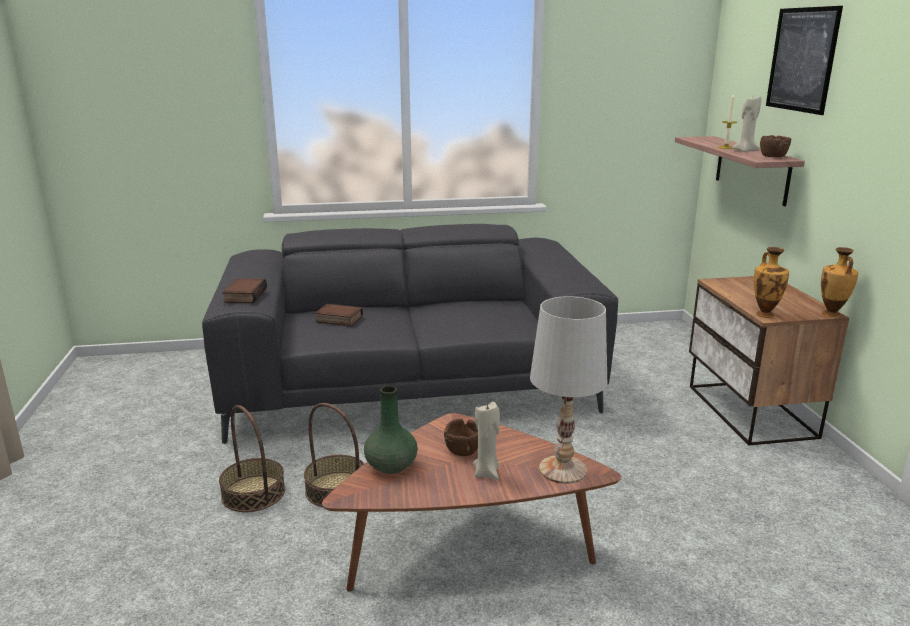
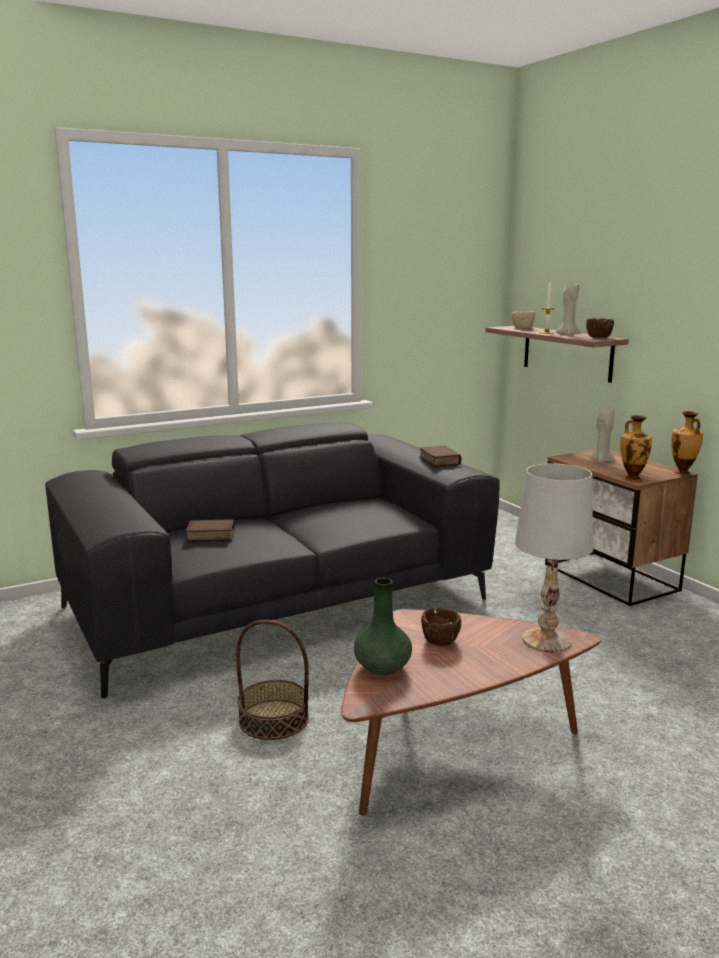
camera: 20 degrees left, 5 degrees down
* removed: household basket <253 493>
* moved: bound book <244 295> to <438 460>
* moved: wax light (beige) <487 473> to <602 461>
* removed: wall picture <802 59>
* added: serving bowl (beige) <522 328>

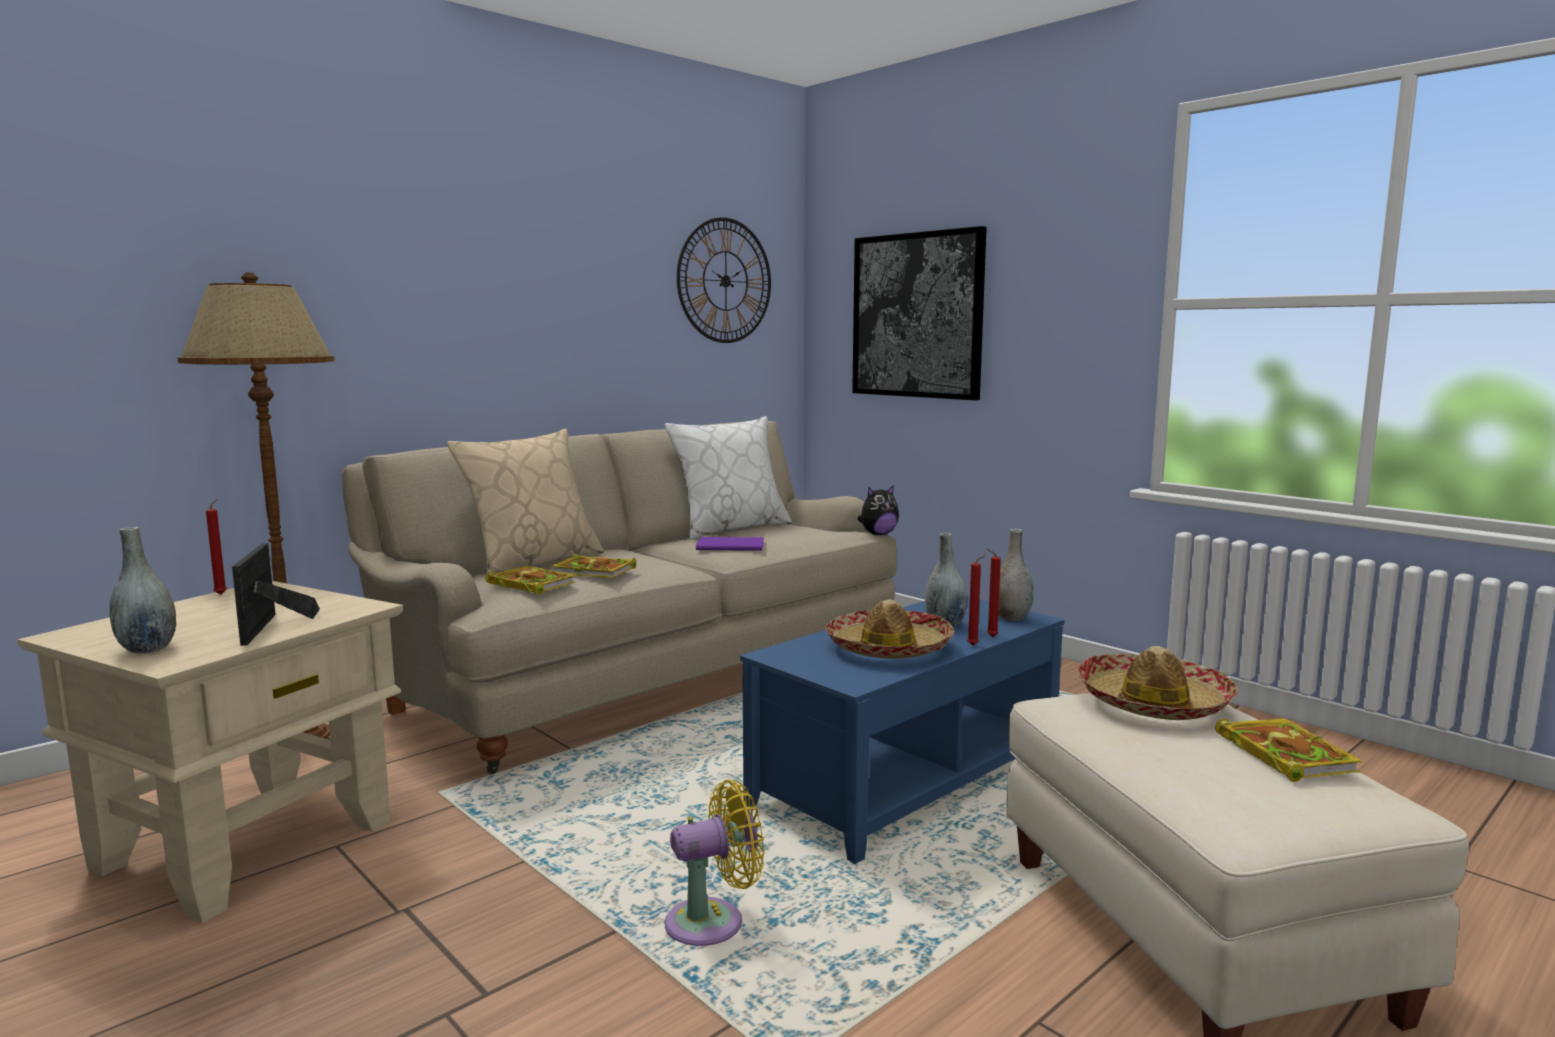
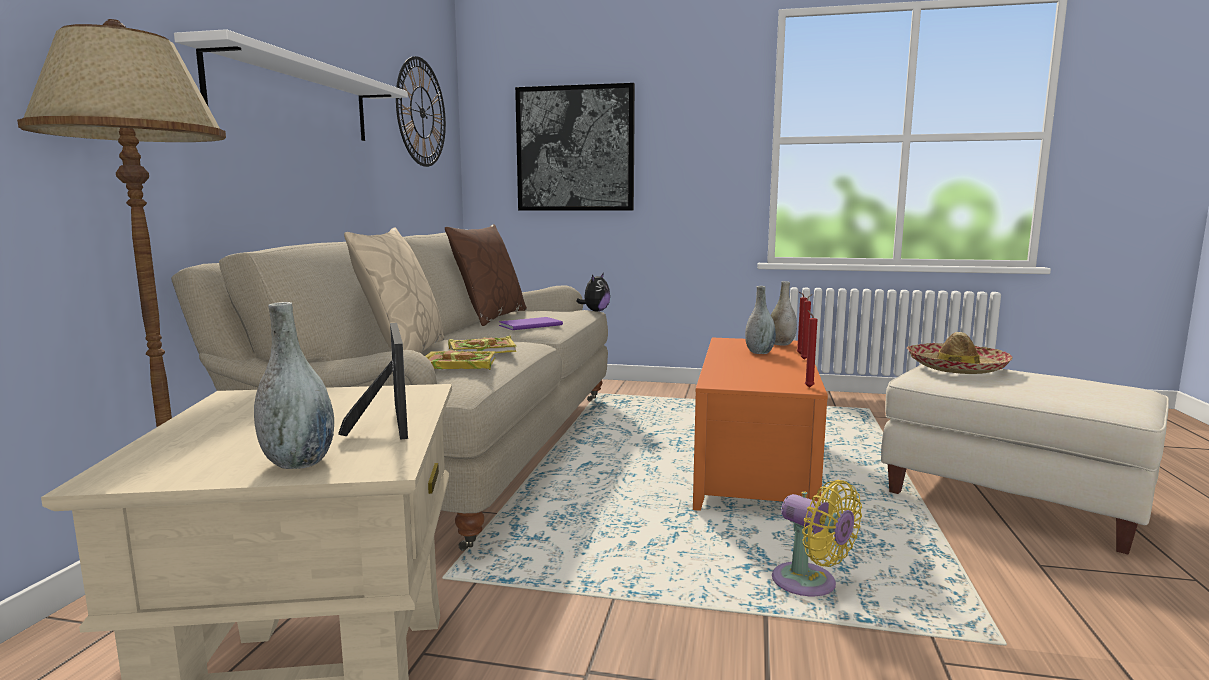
camera: 35 degrees left, 0 degrees up
* moved: wax light (red-coloured) <222 594> to <808 387>
* turned: picture frame <270 629> = <387 421> 150 degrees counterclockwise
* recoloured: cushion (white) <730 528> to cushion (brown-coloured) <490 317>
* turned: electric fan (yellowish) <713 922> = <810 585> 105 degrees clockwise
* recoloured: lounge table (bluish) <907 780> to lounge table (orangey) <754 468>
* removed: hat <889 648>
* removed: bound book <1282 753>
* added: shelf (white) <294 99>

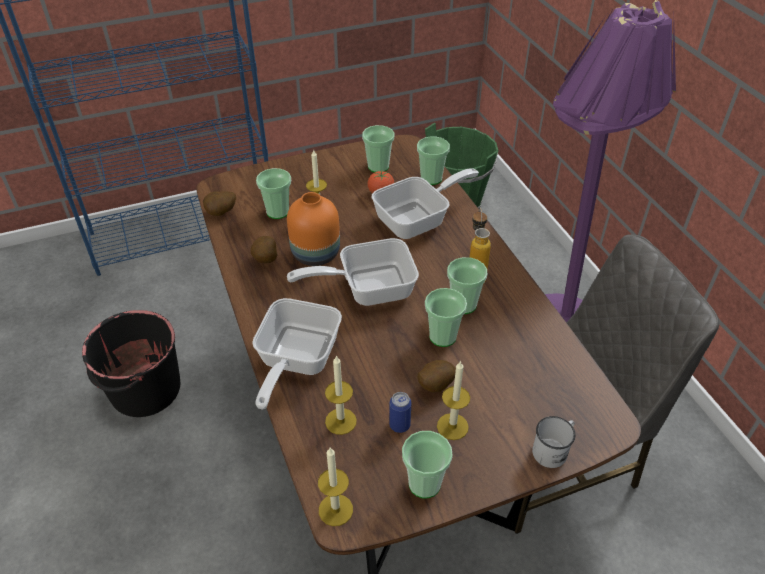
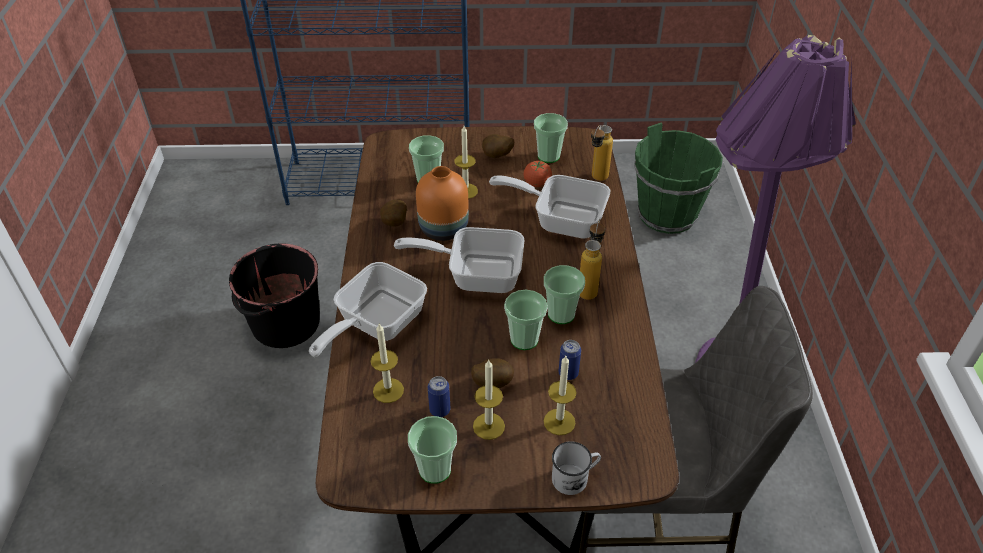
camera: 20 degrees right, 0 degrees up
* moved: potato <221 213> to <497 157>
* moved: wax light <335 510> to <559 422>
* turned: frying pan <418 220> = <561 219> 150 degrees counterclockwise
* replaced: cup <431 178> to bottle <596 180>
* added: sealed can <568 373>

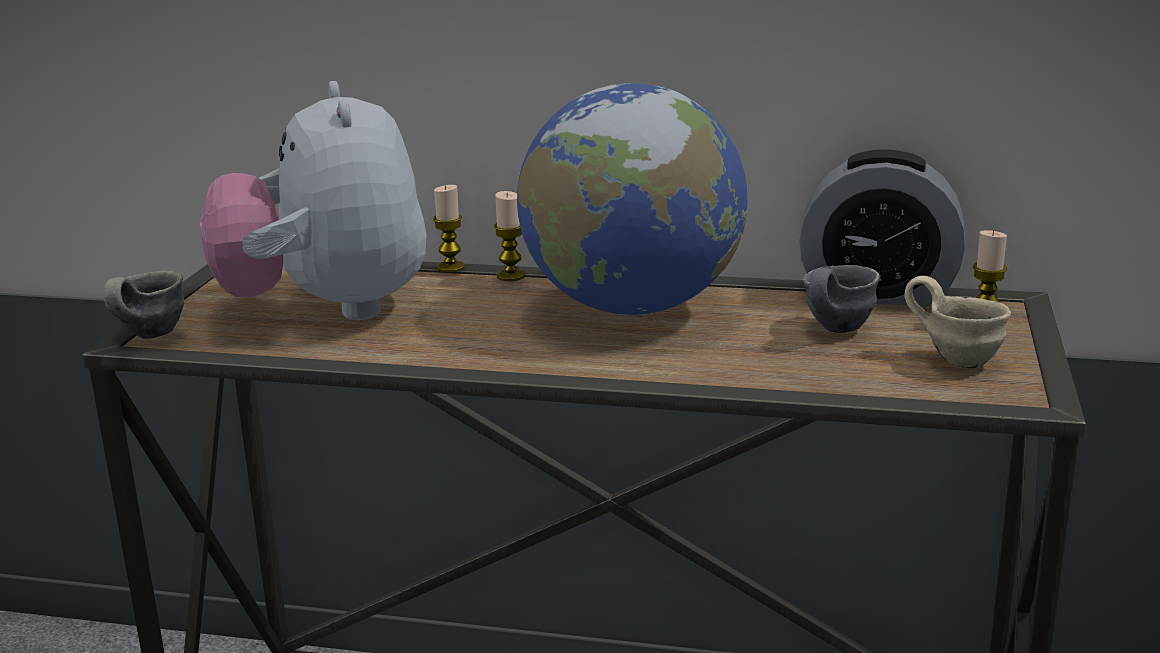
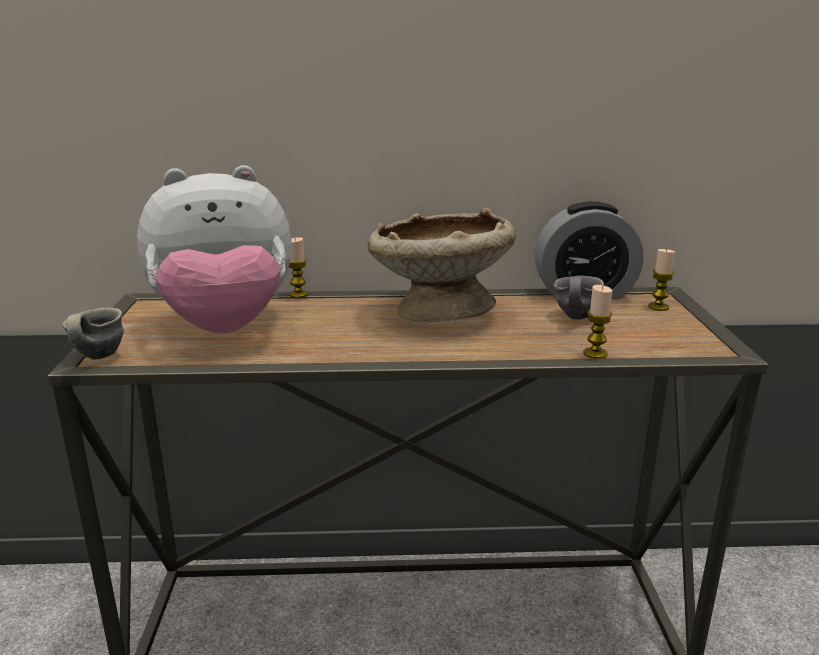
camera: 15 degrees left, 0 degrees up
* turned: cuddly toy <327 309> = <225 328> 75 degrees counterclockwise
* moved: wax light <511 276> to <595 353>
* replaced: desk globe <633 307> to serving bowl (beige) <438 312>
* removed: tea mug (beige) <957 359>

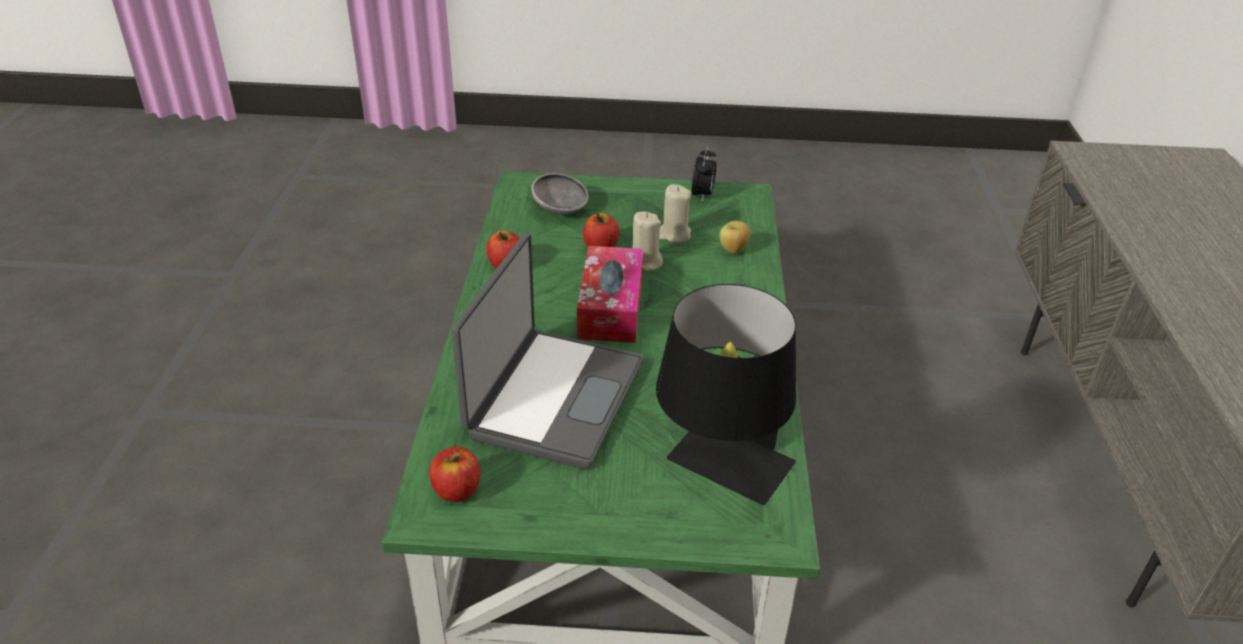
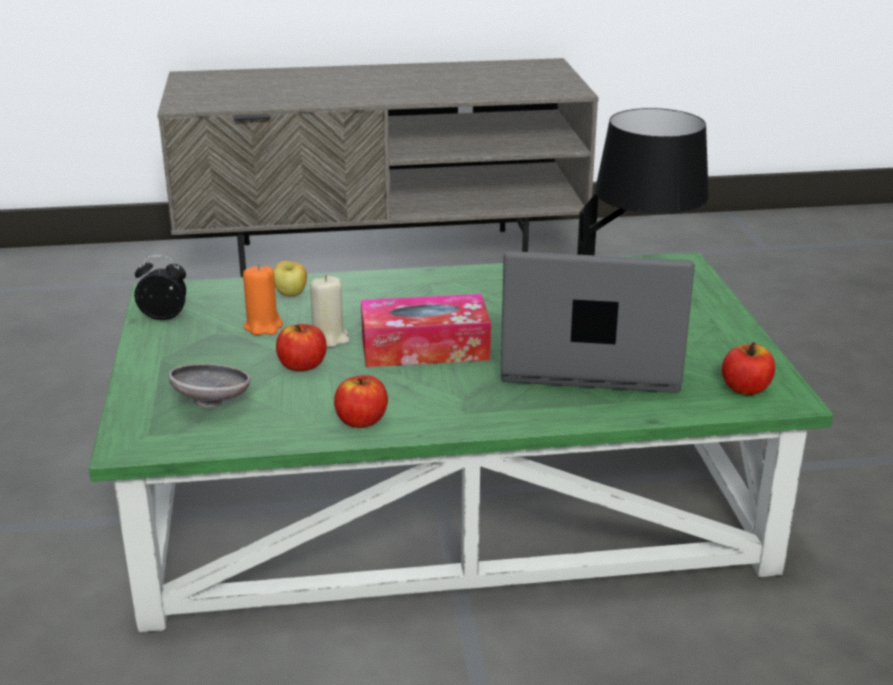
camera: 100 degrees left, 10 degrees down
* recoloured: wax light (beige) <674 235> to wax light (orangey) <263 326>

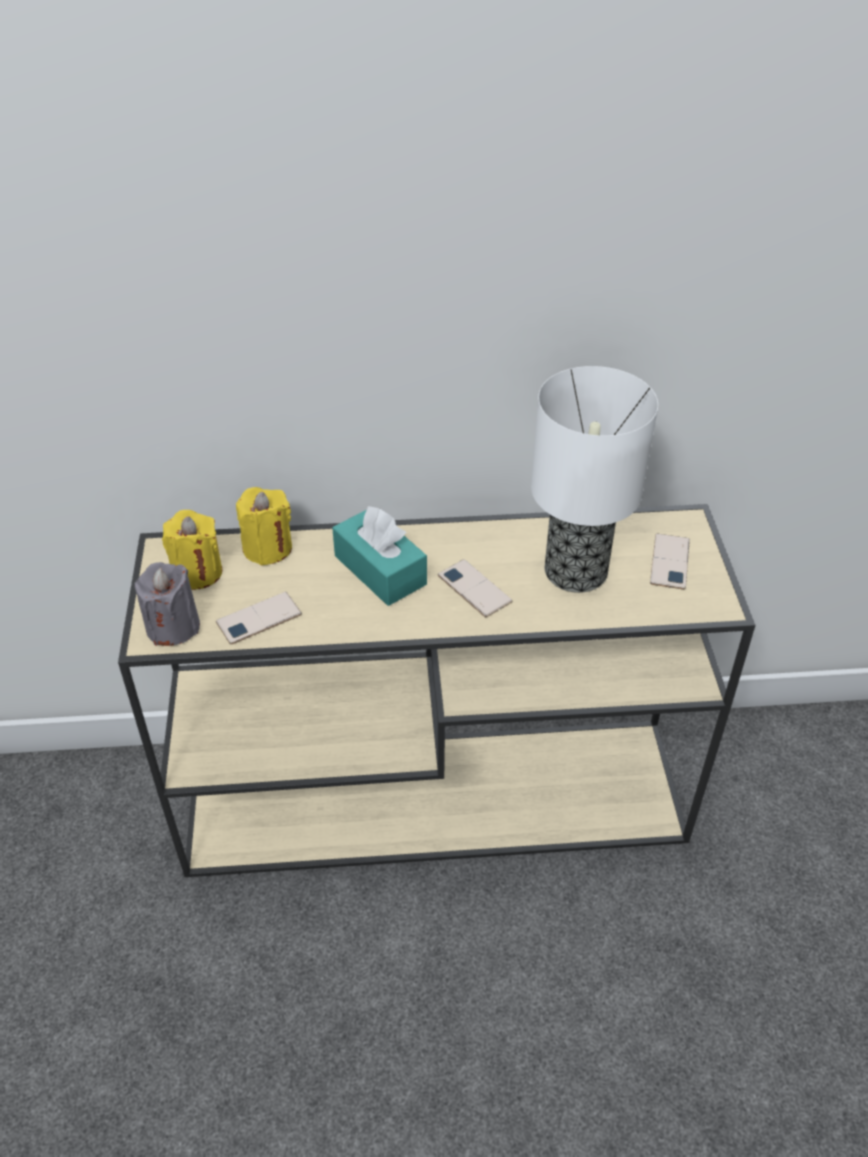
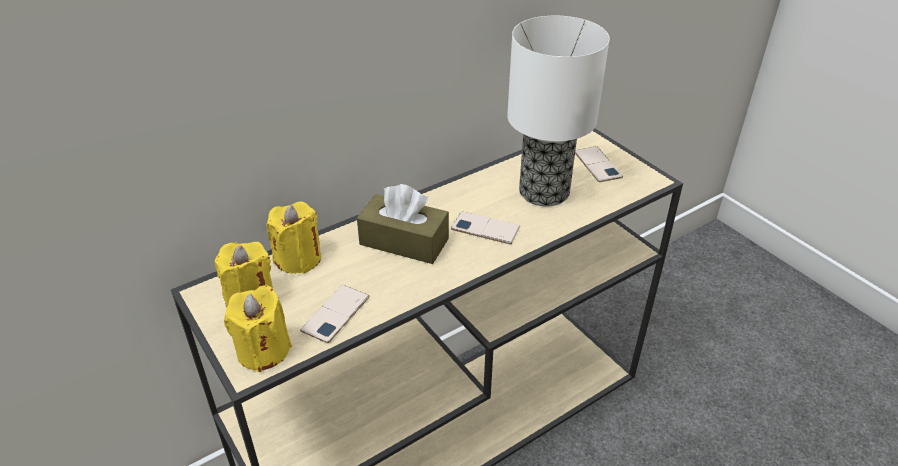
camera: 30 degrees left, 5 degrees down
* recoloured: wax light (grey) <173 627> to wax light (yellowish) <263 350>
* recoloured: tissue holder (turquoise) <380 570> to tissue holder (brown-coloured) <404 241>

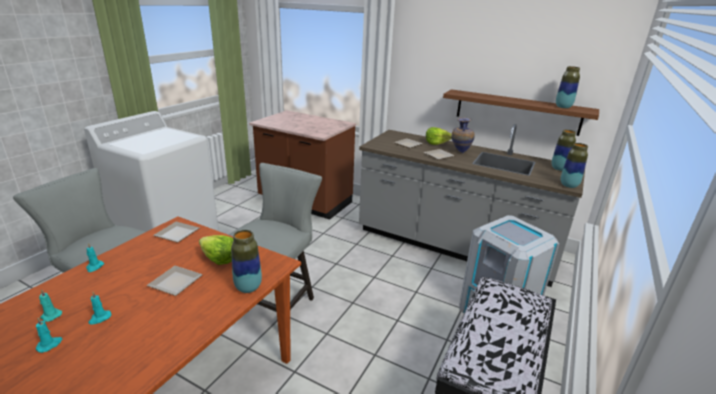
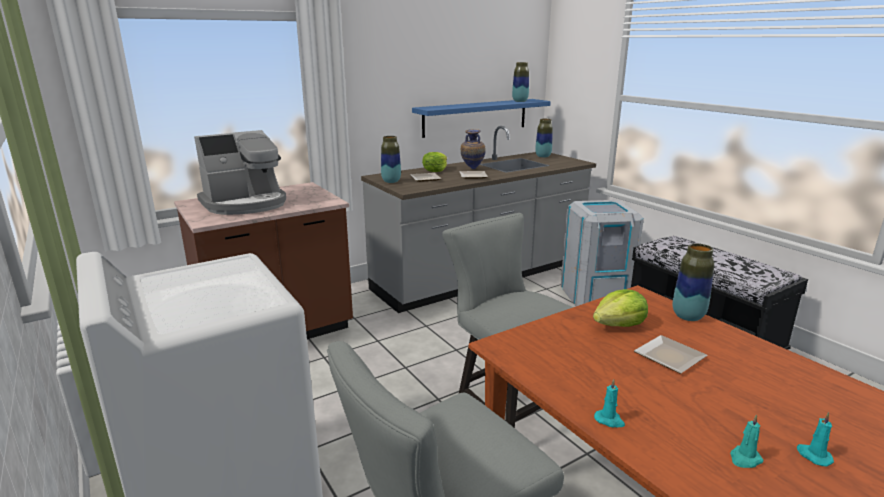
camera: 60 degrees left, 5 degrees down
* removed: wax light (turquoise) <99 318>
* removed: flat dish <177 234>
* recoloured: shelf (brown-coloured) <517 112> to shelf (bluish) <475 117>
* moved: vase <569 185> to <391 181>
* added: coffee brewer <245 204>

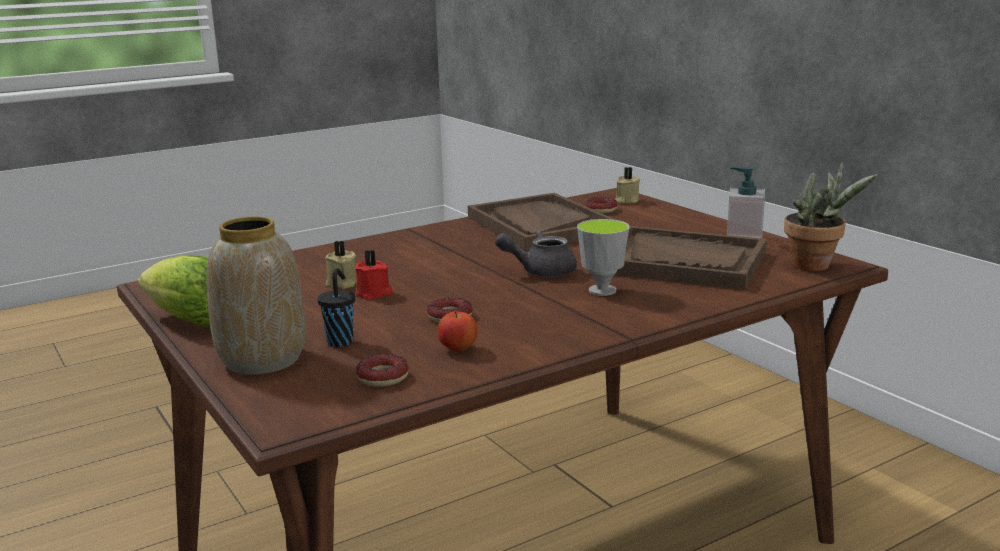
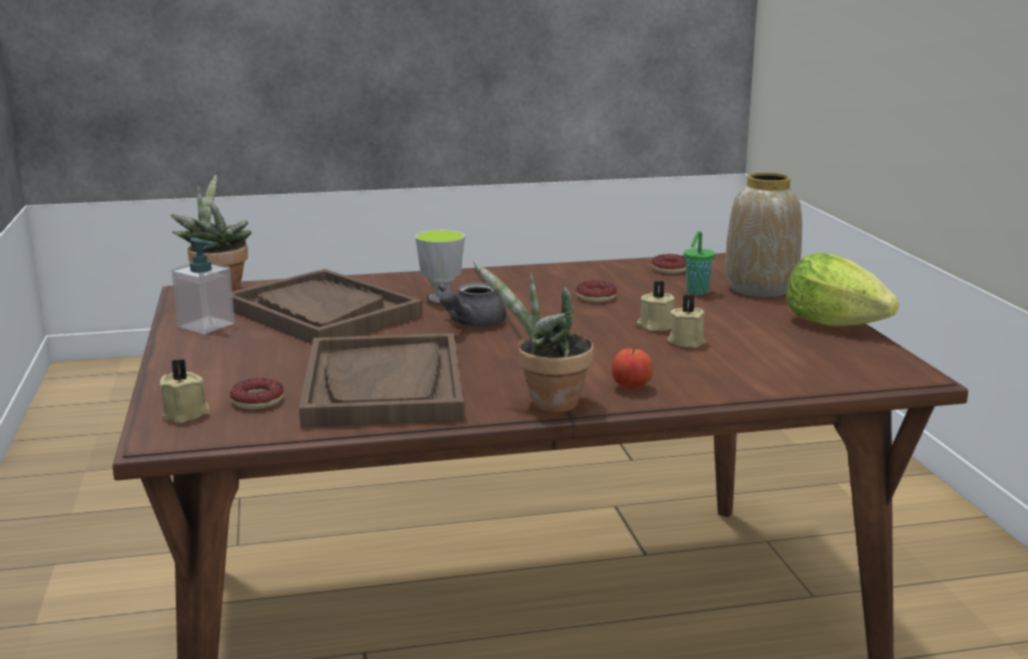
camera: 160 degrees left, 0 degrees up
* recoloured: cup (black) <341 341> to cup (greenish) <696 292>
* recoloured: wax light (red-coloured) <374 293> to wax light (beige) <655 326>
* moved: apple fruit <458 349> to <631 388>
* turned: teapot (grey) <540 271> = <470 324> 105 degrees clockwise
* added: plant in a pot <547 404>

